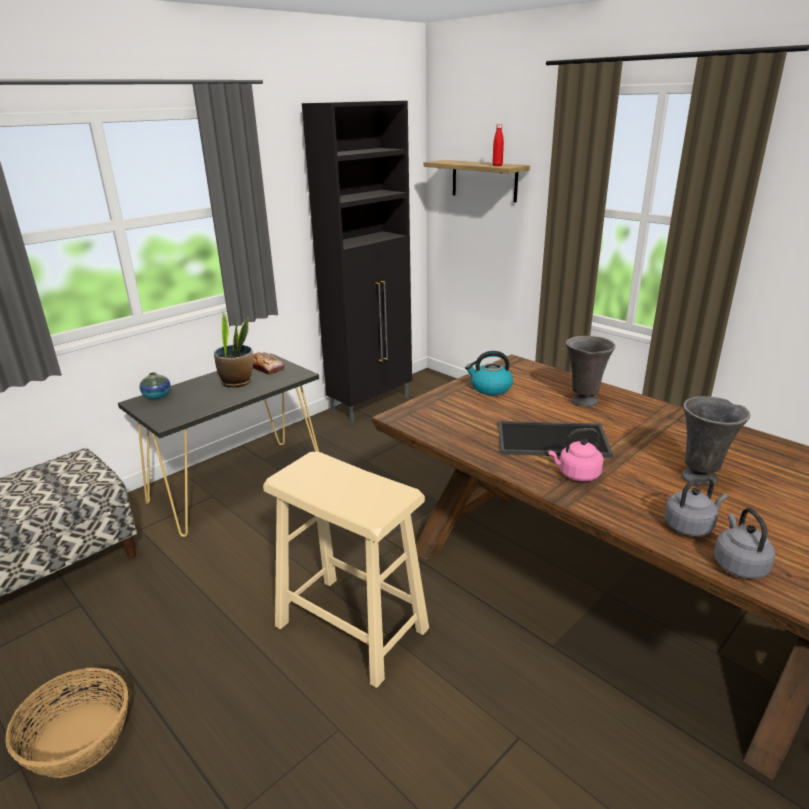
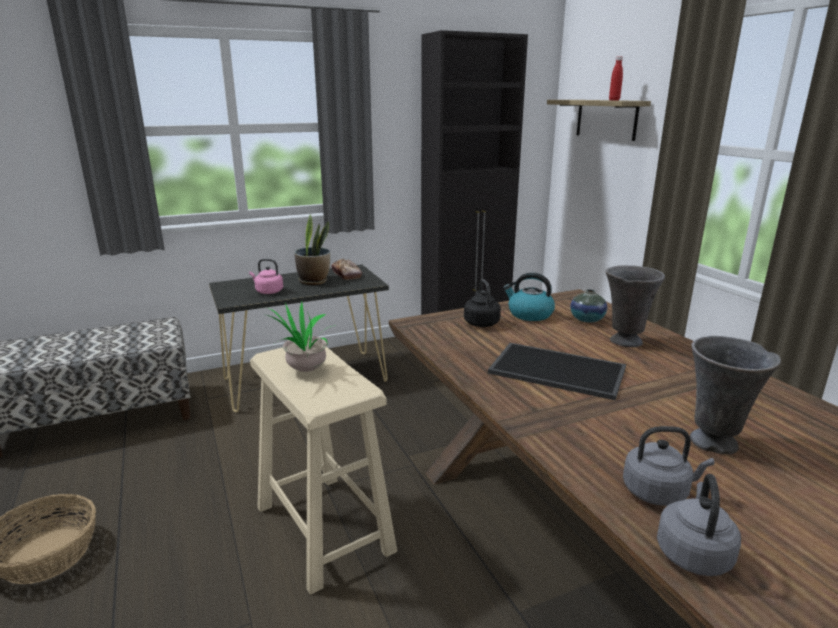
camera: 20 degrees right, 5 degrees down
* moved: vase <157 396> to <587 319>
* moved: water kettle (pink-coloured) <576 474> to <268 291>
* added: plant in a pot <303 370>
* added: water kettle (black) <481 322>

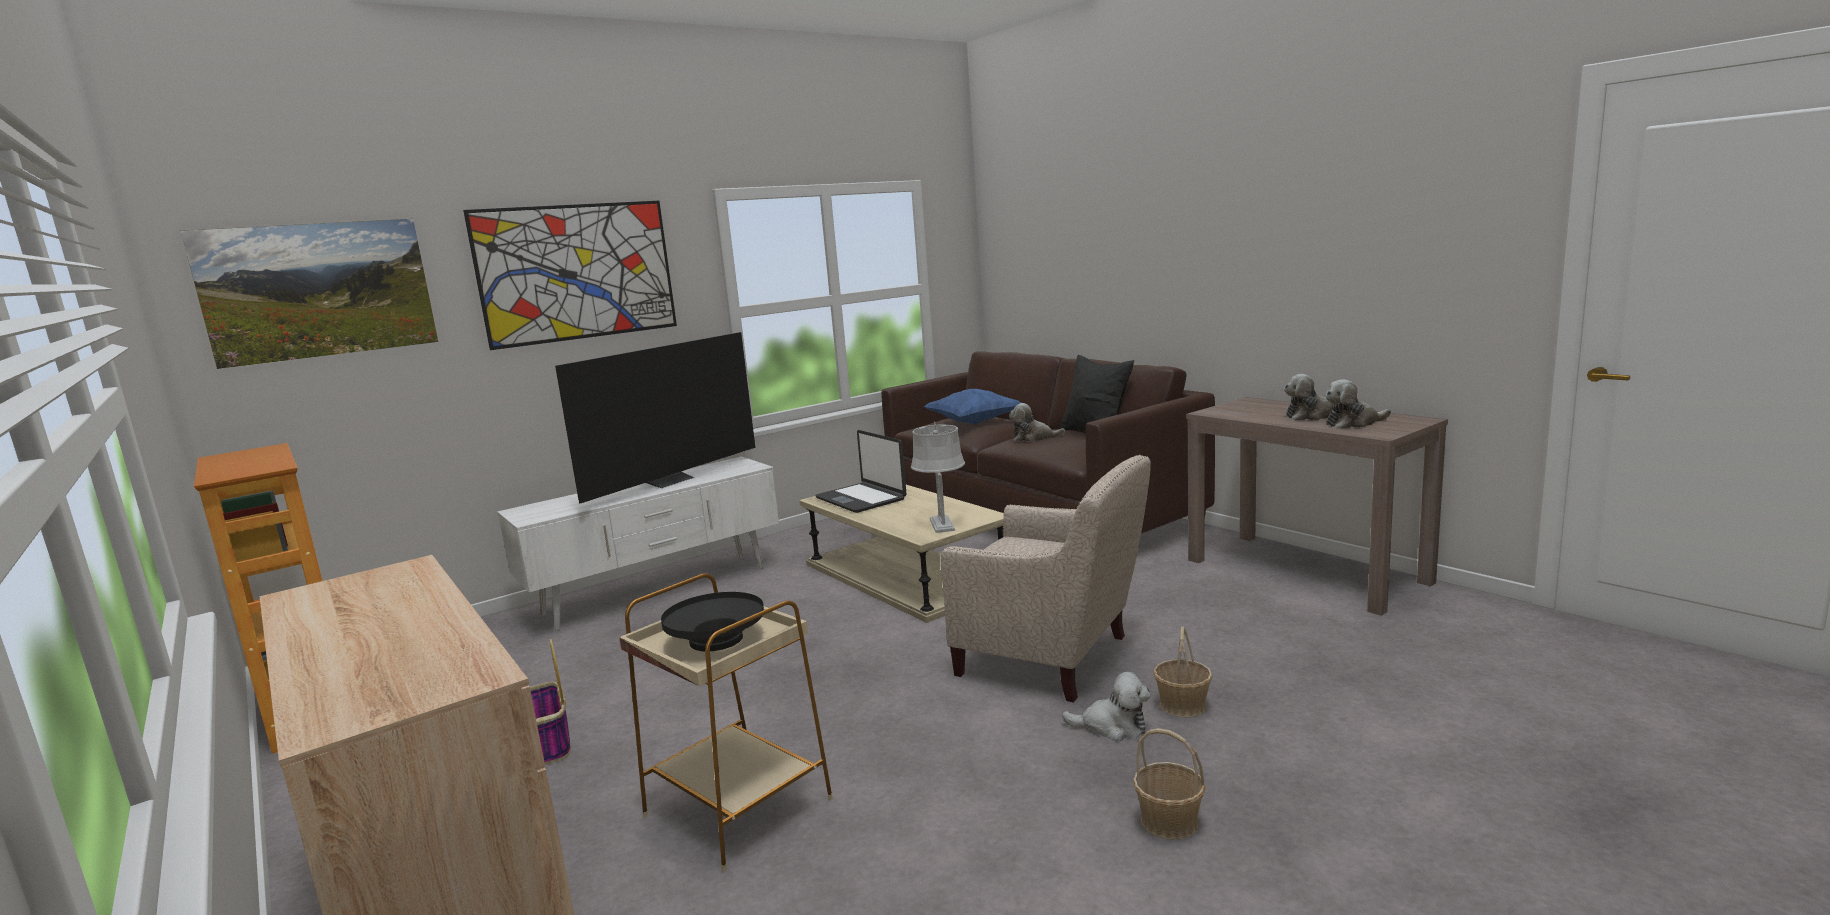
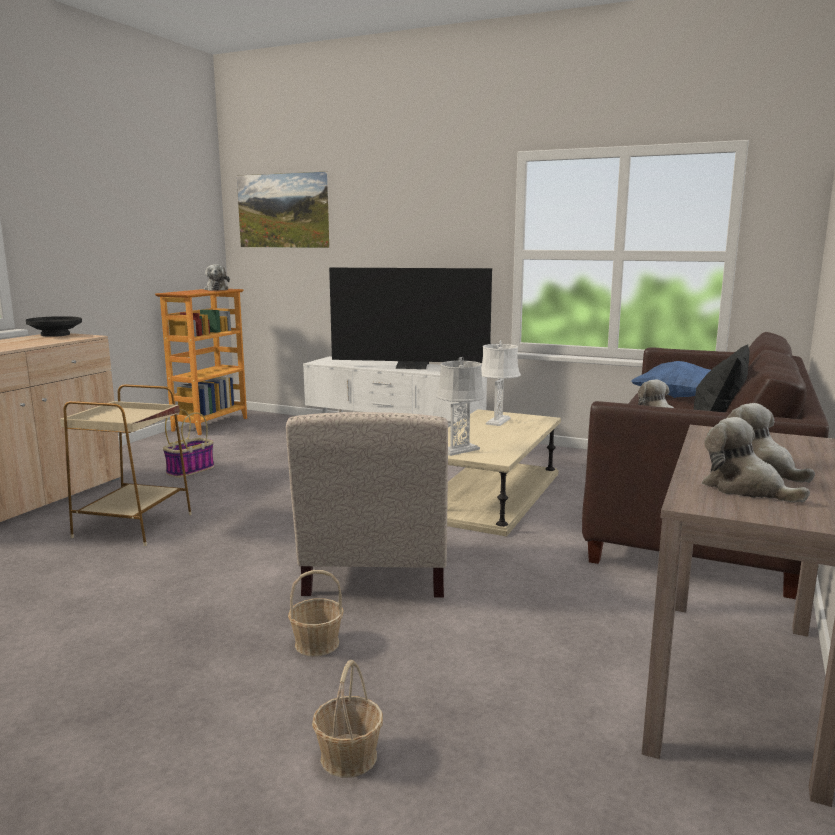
camera: 60 degrees right, 0 degrees up
* removed: wall picture <577 272>
* moved: serving bowl (black) <717 640> to <56 335>
* replaced: portable computer <861 499> to tabletop lamp (white) <498 421>
* moved: cuddly toy <1112 726> to <216 289>
* moved: household basket <1169 822> to <348 757>

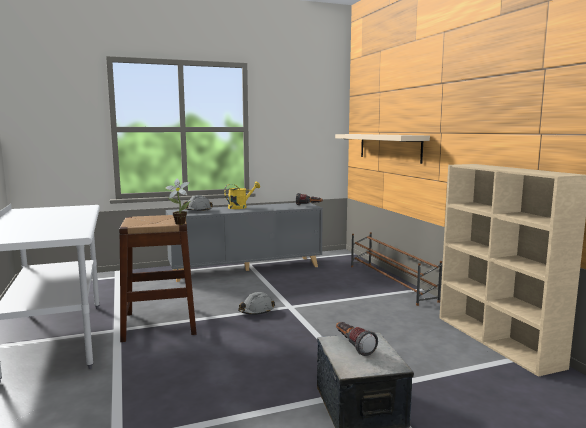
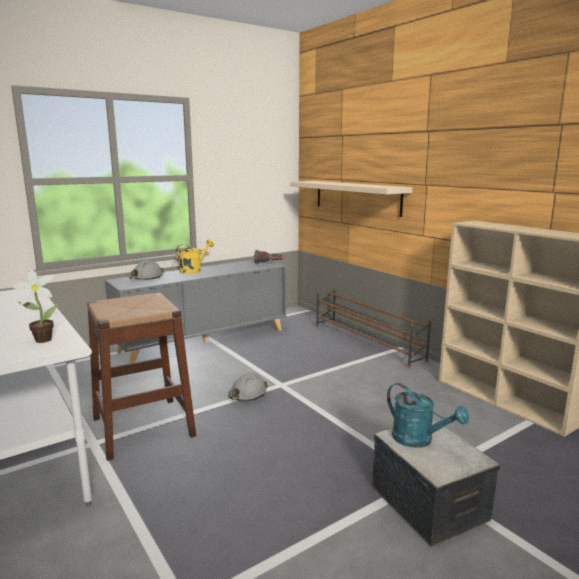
camera: 15 degrees left, 5 degrees up
* moved: plant in a pot <178 223> to <40 340>
* replaced: torch <352 346> to watering can (turquoise) <419 440>

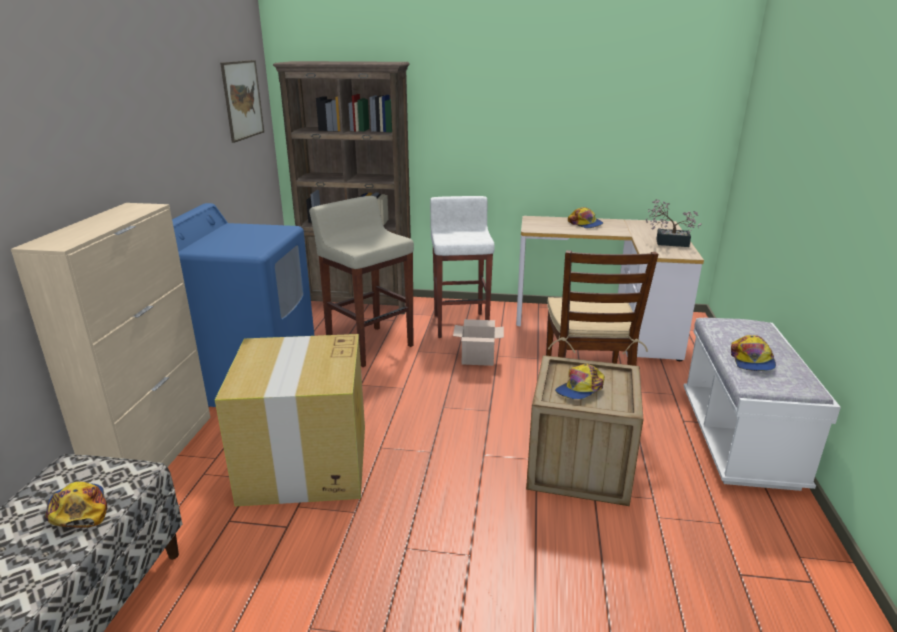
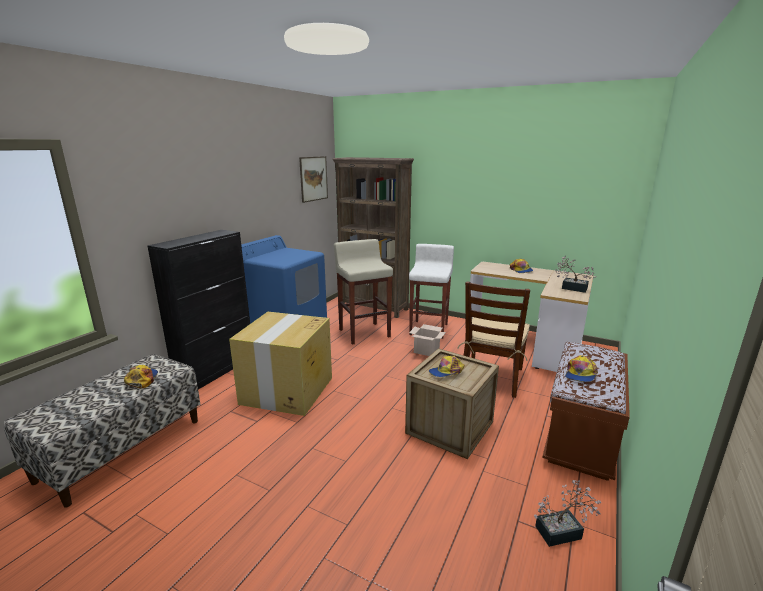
camera: 20 degrees right, 5 degrees down
* recoloured: storage cabinet (beige) <156 454> to storage cabinet (black) <217 370>
* recoloured: bench (white) <738 440> to bench (brown-coloured) <581 437>
* added: plant in a pot <563 532>

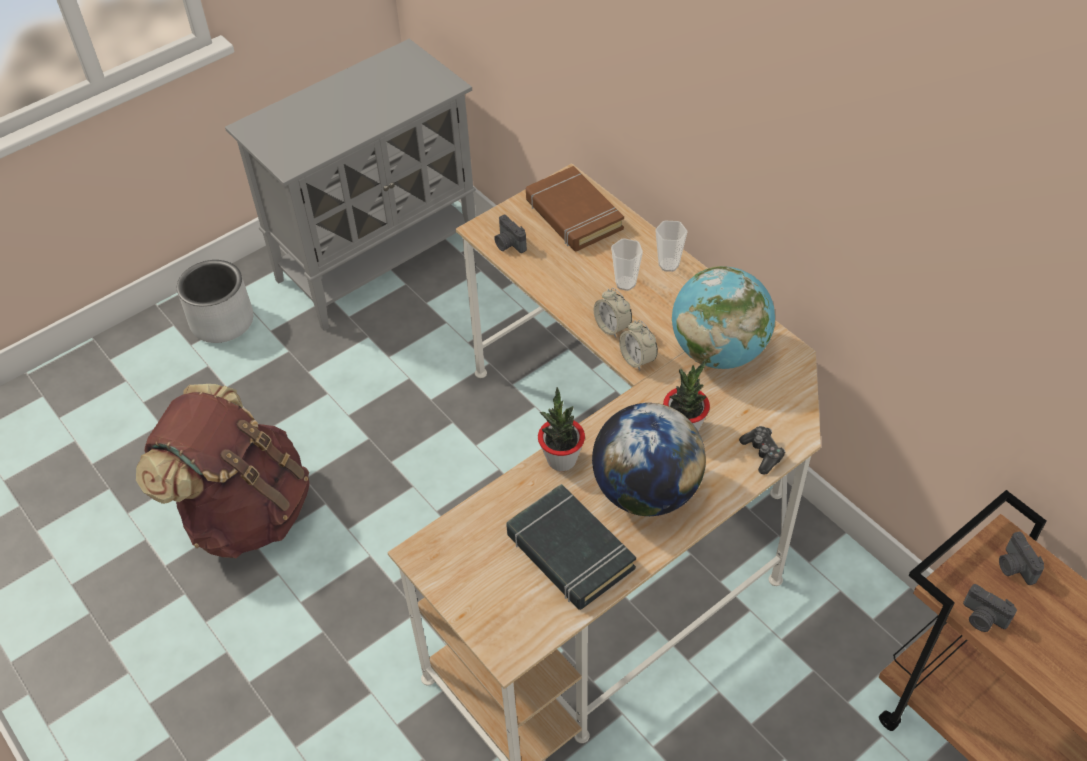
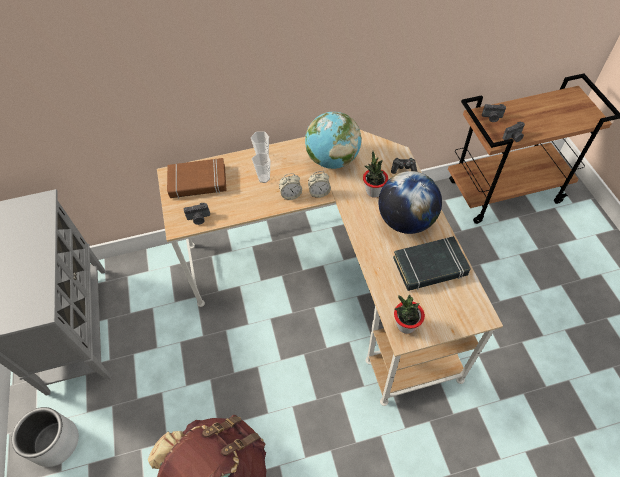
camera: 65 degrees left, 5 degrees up
* moved: plant in a pot <561 459> to <405 325>

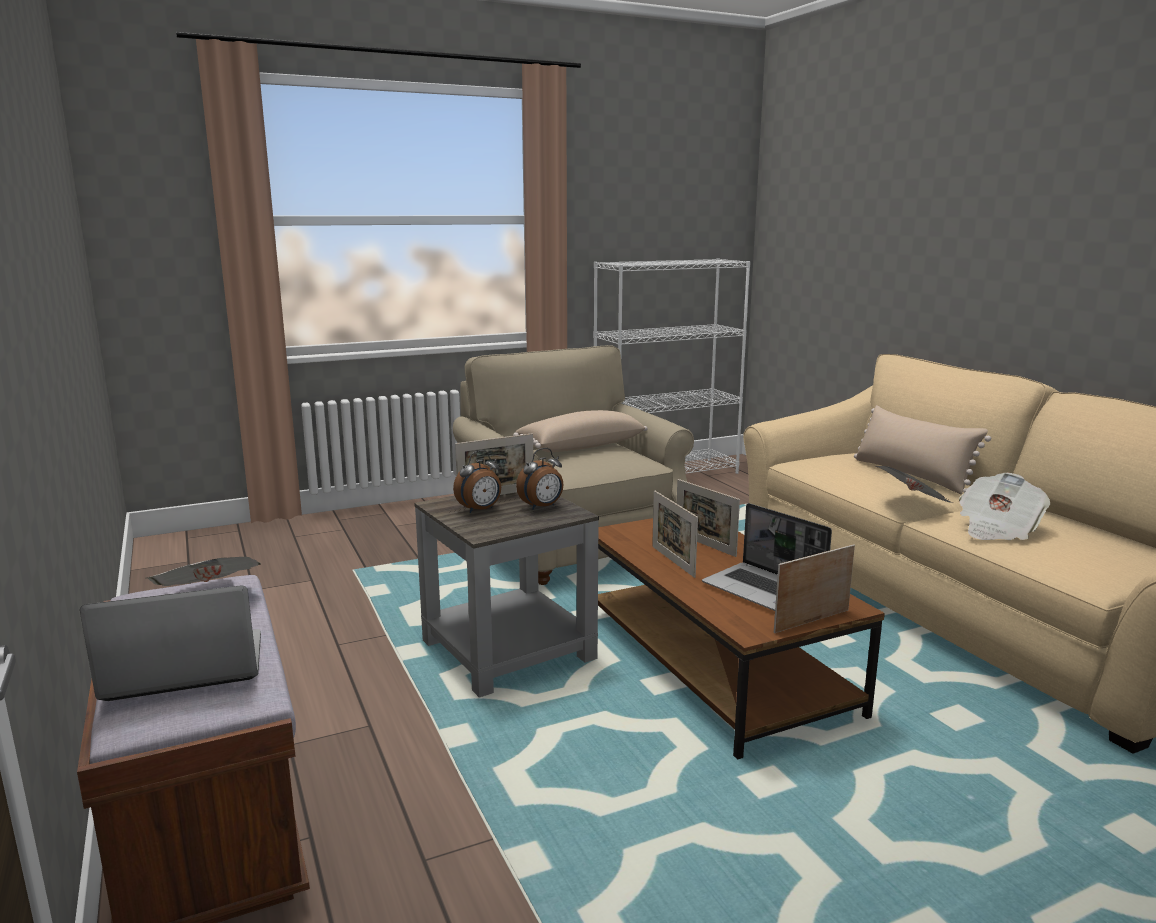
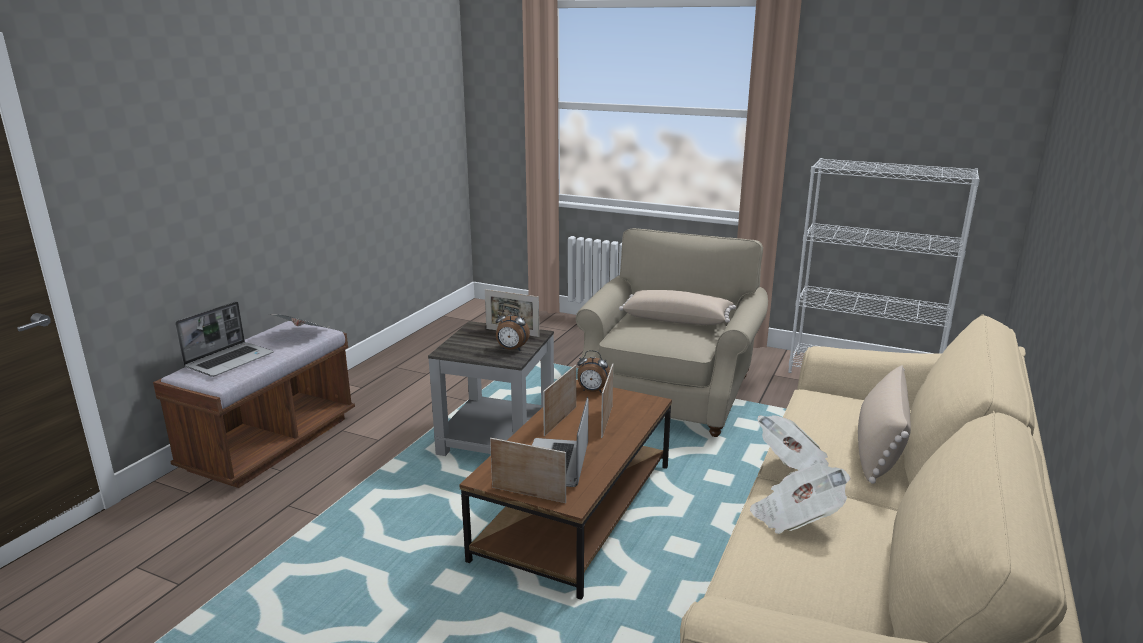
camera: 50 degrees right, 5 degrees up
* turned: portable computer <182 669> = <230 360> 90 degrees clockwise
* moved: table clock <480 510> to <592 391>

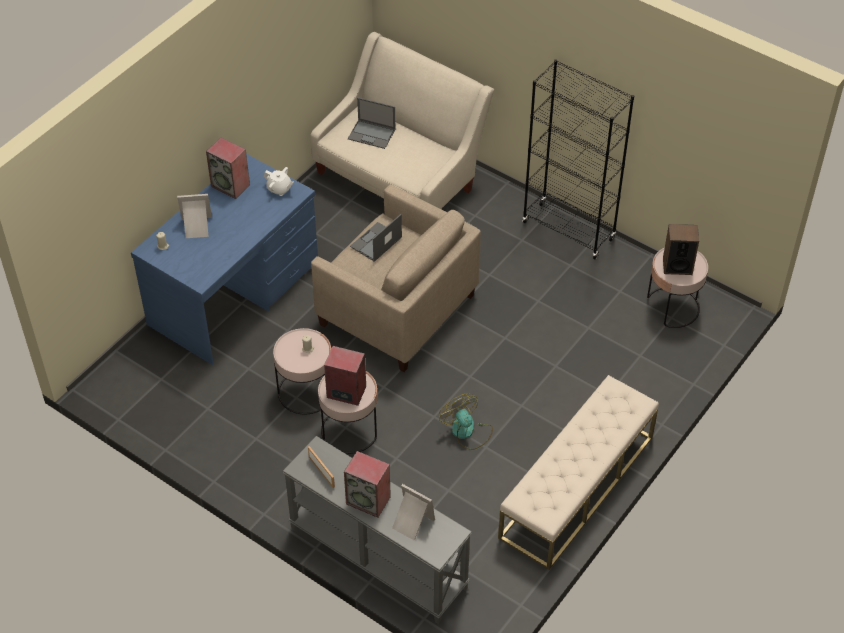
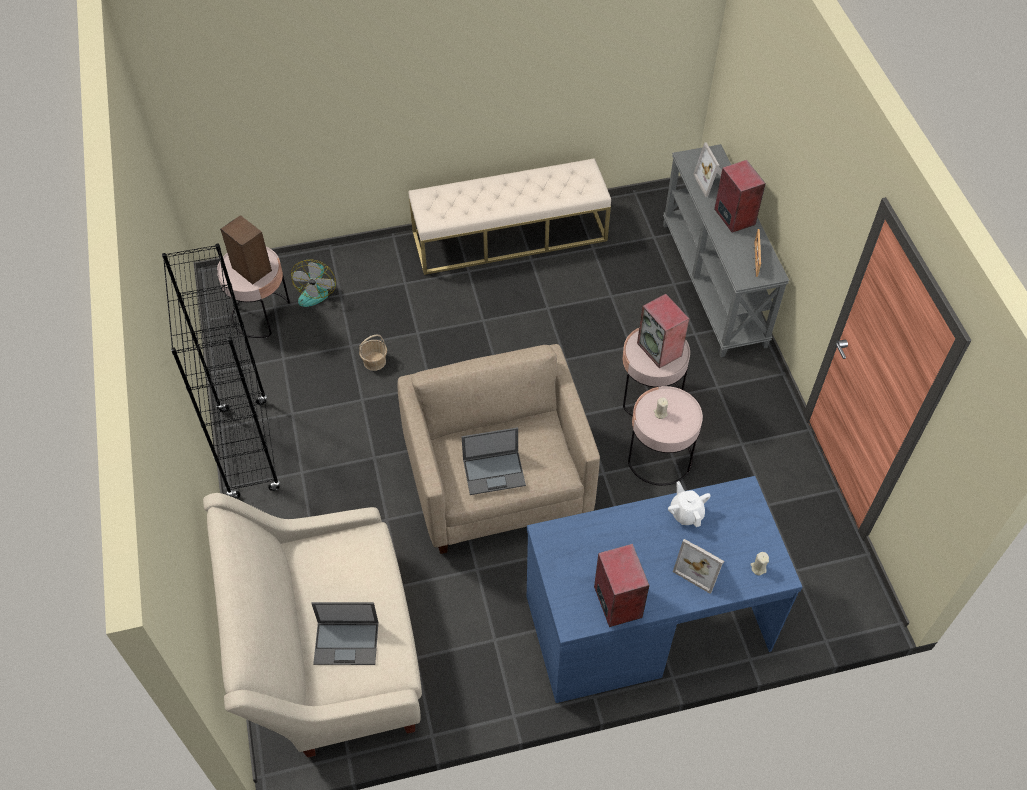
camera: 140 degrees left, 5 degrees up
* moved: teapot (white) <279 189> to <686 513>
* turned: portable computer <372 134> = <347 642> 120 degrees clockwise
* moved: electric fan <467 432> to <315 290>
* added: household basket <375 361>

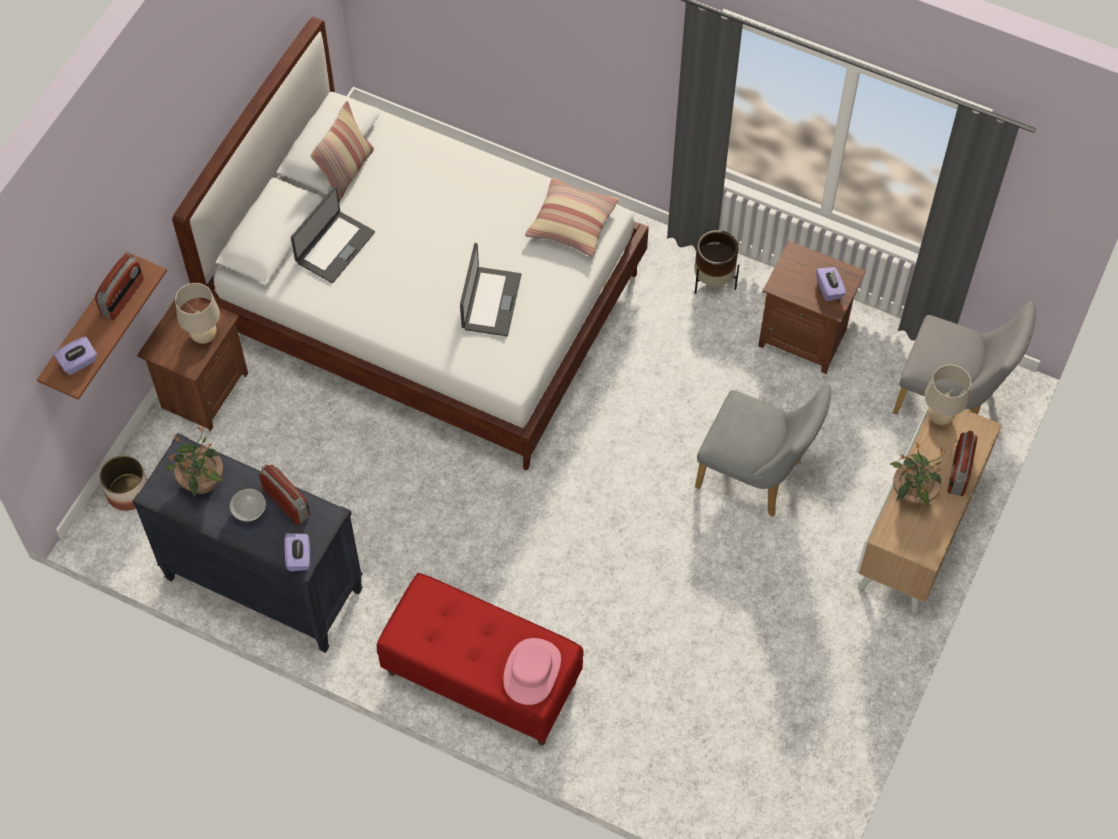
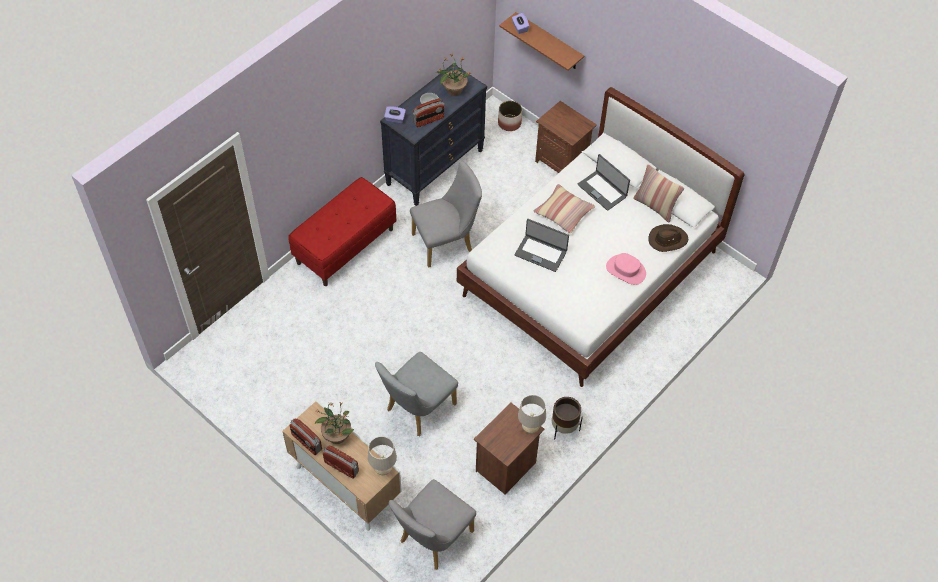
camera: 105 degrees right, 5 degrees down
* moved: radio set <123 297> to <306 442>
* moved: tabletop lamp (beige) <204 336> to <530 428>
* moved: hat (pink-coloured) <532 671> to <626 270>
* moved: cushion <572 223> to <563 212>
* removed: tissue holder (purple) <829 289>
* added: chair (grey) <446 242>
* added: hat (brown-coloured) <667 240>

